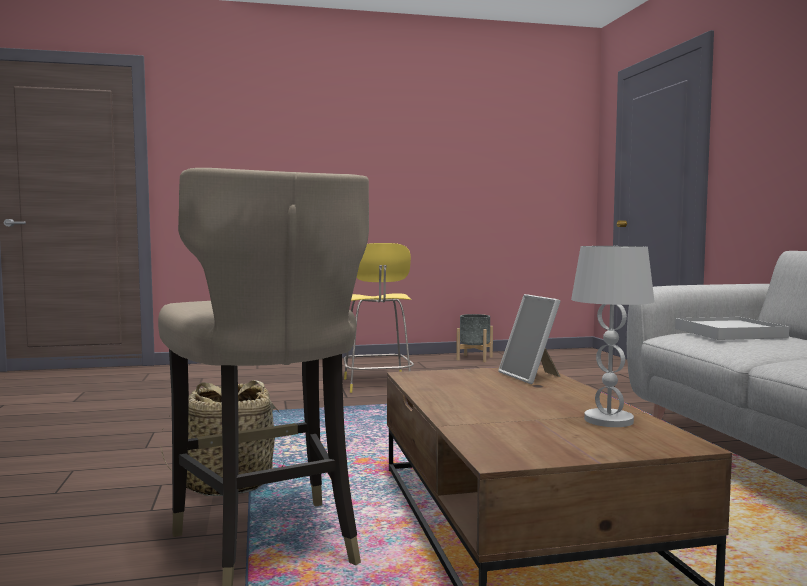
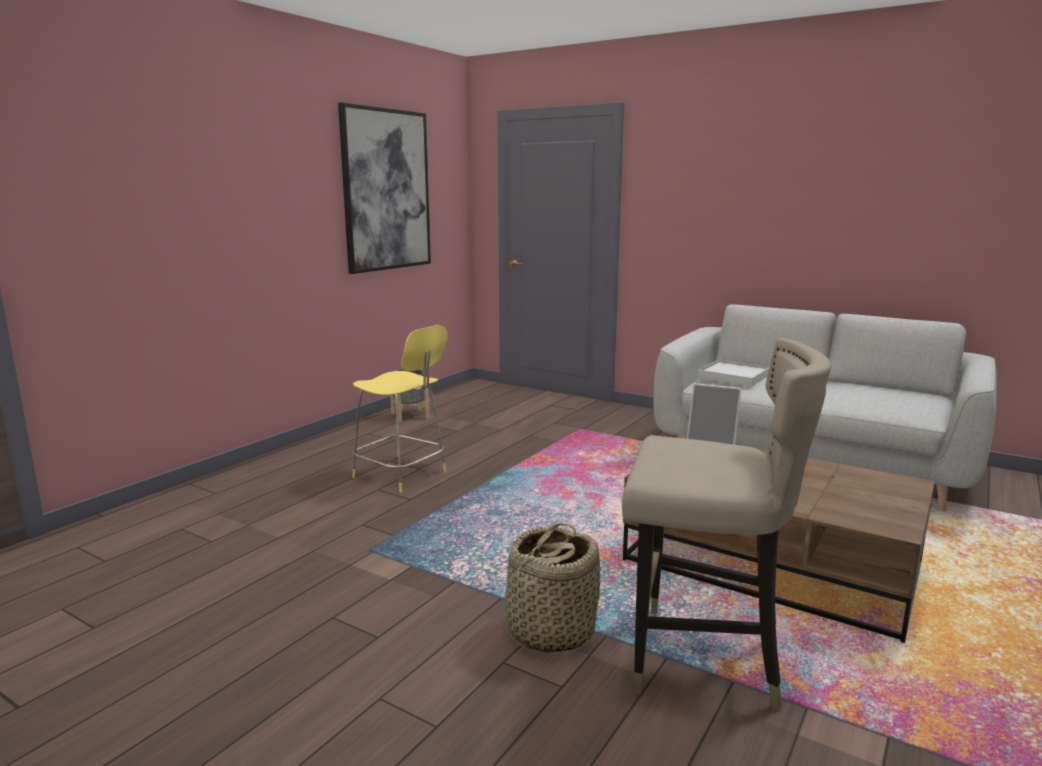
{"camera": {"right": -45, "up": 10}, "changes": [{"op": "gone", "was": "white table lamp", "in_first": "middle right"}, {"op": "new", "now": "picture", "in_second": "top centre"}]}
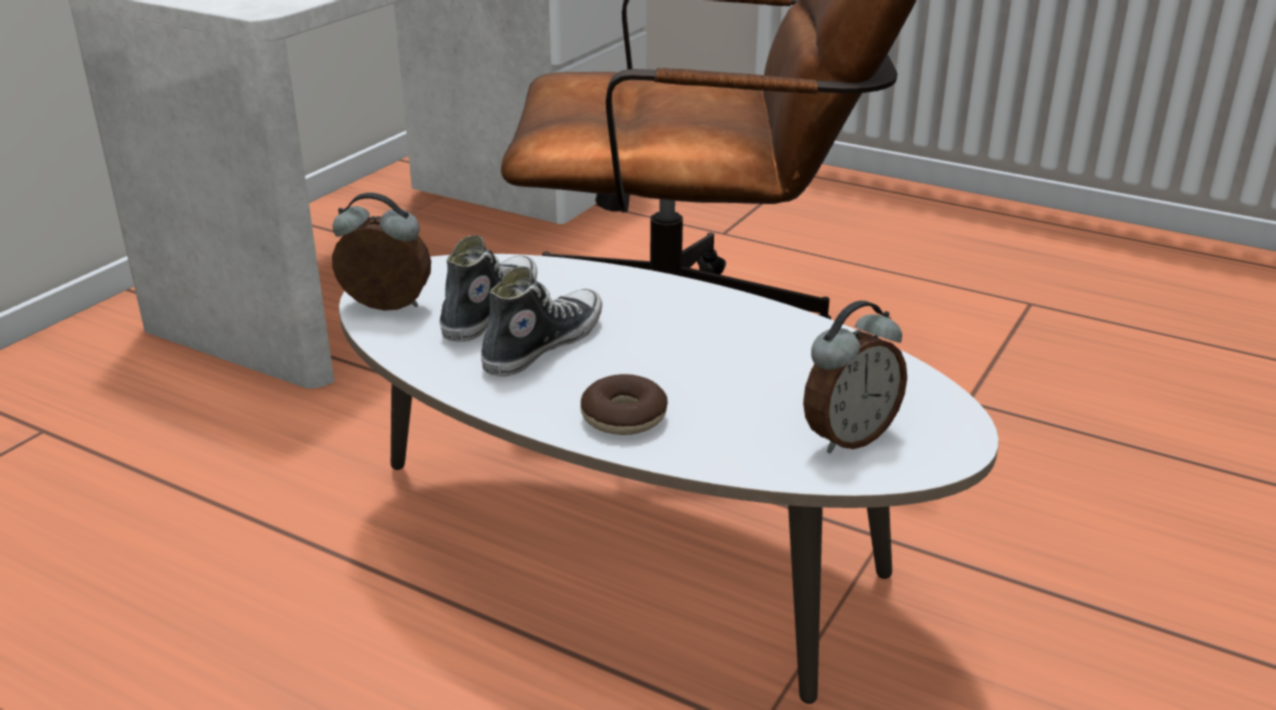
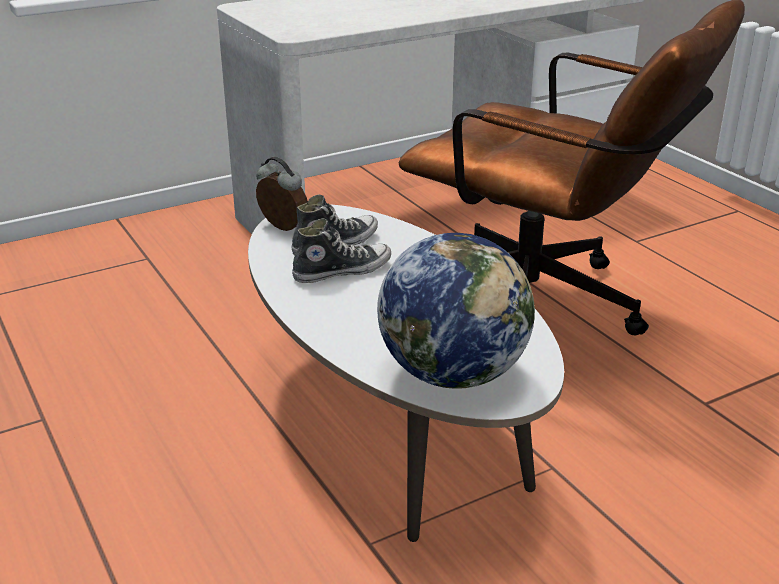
{"camera": {"right": 30, "up": 0}, "changes": [{"op": "gone", "was": "ring doughnut", "in_first": "centre"}, {"op": "swapped", "was": "table clock (no. 2 from left)", "now": "desk globe", "in_first": "middle right", "in_second": "centre"}]}
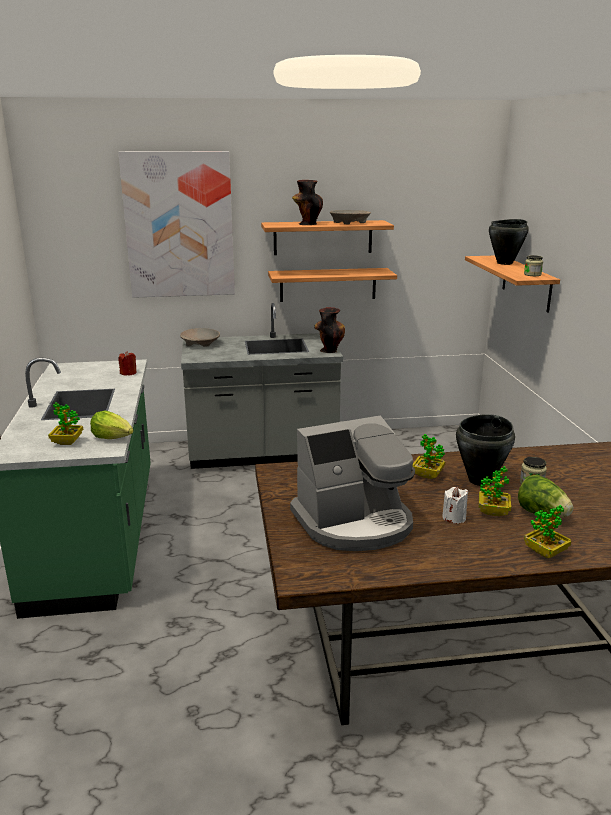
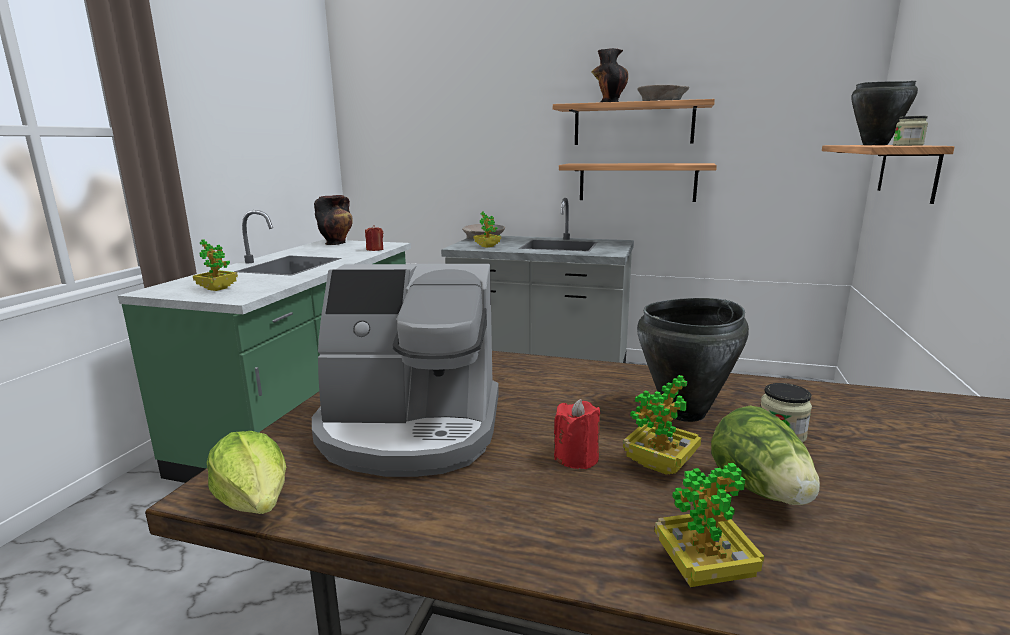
{"camera": {"right": 25, "up": -5}, "changes": [{"op": "gone", "was": "picture", "in_first": "top left"}, {"op": "shifted", "was": "head of lettuce (no. 1 from left)", "in_first": "middle left", "in_second": "bottom left"}, {"op": "shifted", "was": "vase (no. 2 from left in the first image)", "now": "vase (no. 1 from left)", "in_first": "centre", "in_second": "middle left"}, {"op": "shifted", "was": "plant in a pot (no. 2 from left)", "in_first": "middle right", "in_second": "centre"}, {"op": "repainted", "was": "white candle", "now": "reddish candle (no. 2 from left)", "in_first": "middle right", "in_second": "bottom centre"}]}
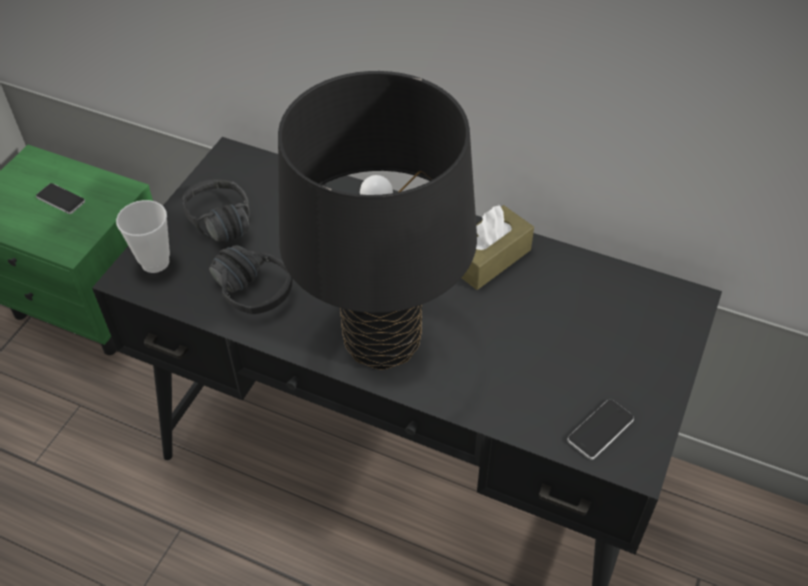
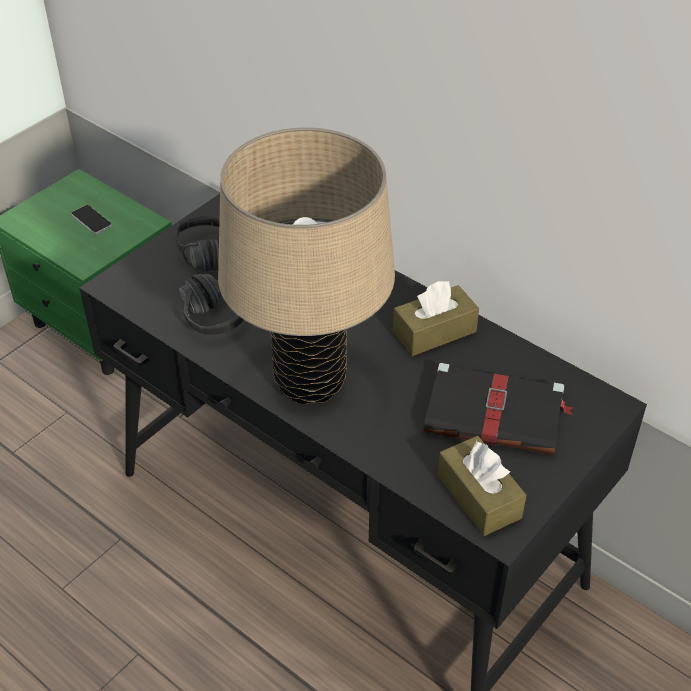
{"camera": {"right": 15, "up": -5}, "changes": [{"op": "gone", "was": "drinking cup", "in_first": "middle left"}, {"op": "new", "now": "black-coloured bound book", "in_second": "middle right"}, {"op": "swapped", "was": "telephone (no. 2 from left)", "now": "brown tissue box (no. 2 from left)", "in_first": "bottom right", "in_second": "bottom right"}, {"op": "repainted", "was": "black-coloured table lamp", "now": "beige table lamp", "in_first": "centre", "in_second": "centre"}]}
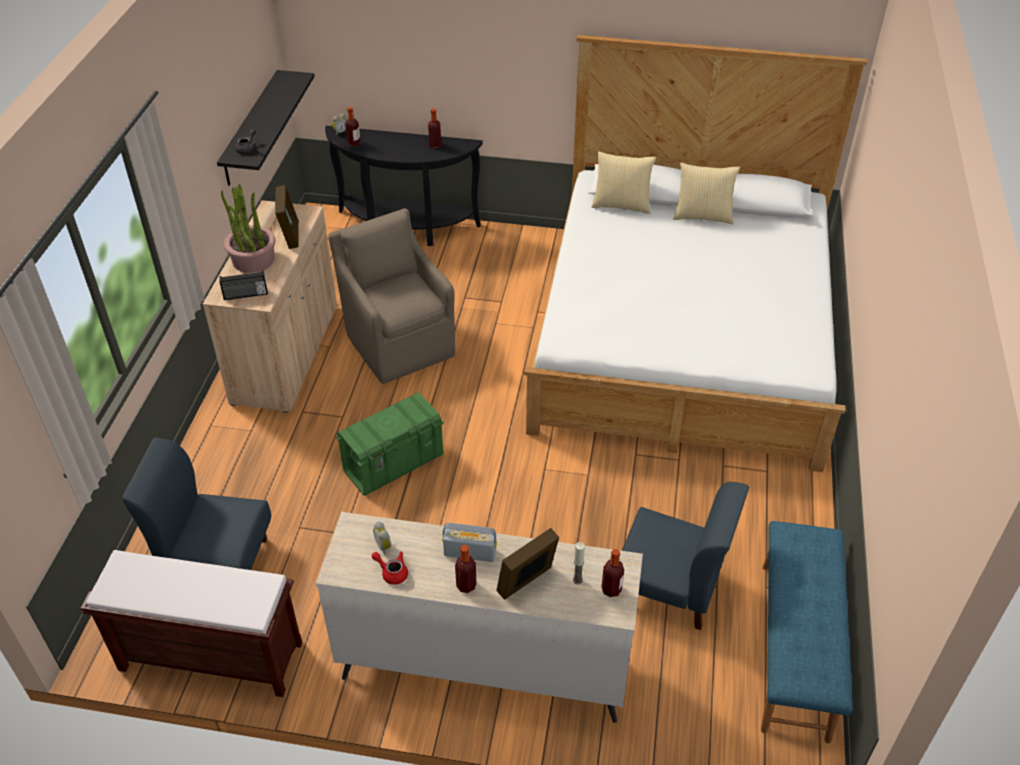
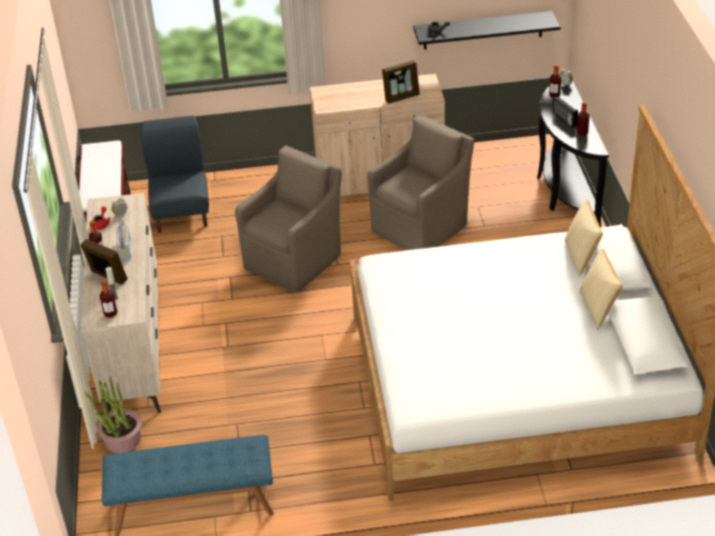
{"camera": {"right": 75, "up": -5}, "changes": [{"op": "gone", "was": "blue-coloured upright chair (no. 2 from left)", "in_first": "bottom right"}, {"op": "shifted", "was": "radio (no. 1 from left in the first image)", "now": "radio (no. 2 from left)", "in_first": "middle left", "in_second": "top right"}, {"op": "shifted", "was": "plant in a pot", "in_first": "top left", "in_second": "bottom left"}, {"op": "swapped", "was": "greenish storage container", "now": "brown armchair (no. 1 from left)", "in_first": "centre", "in_second": "centre"}]}
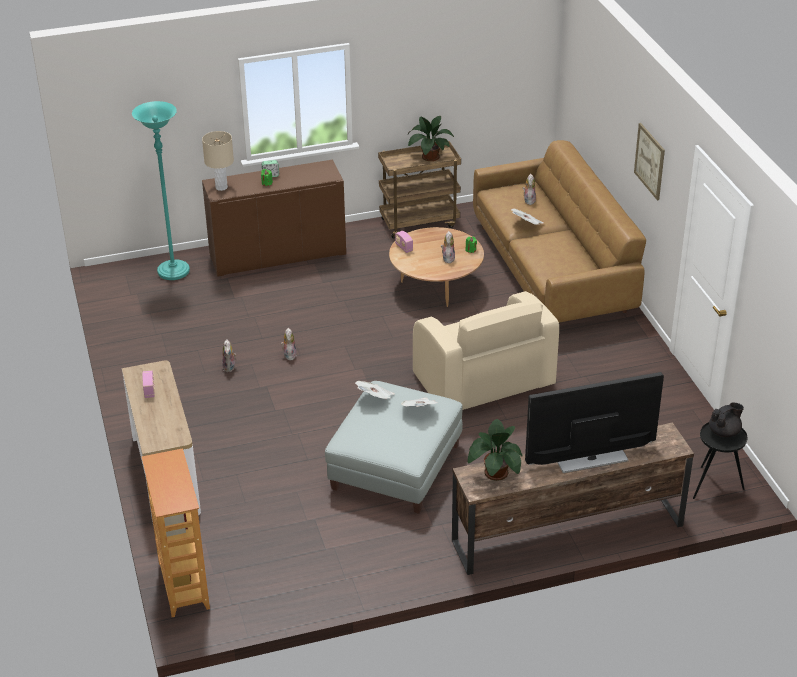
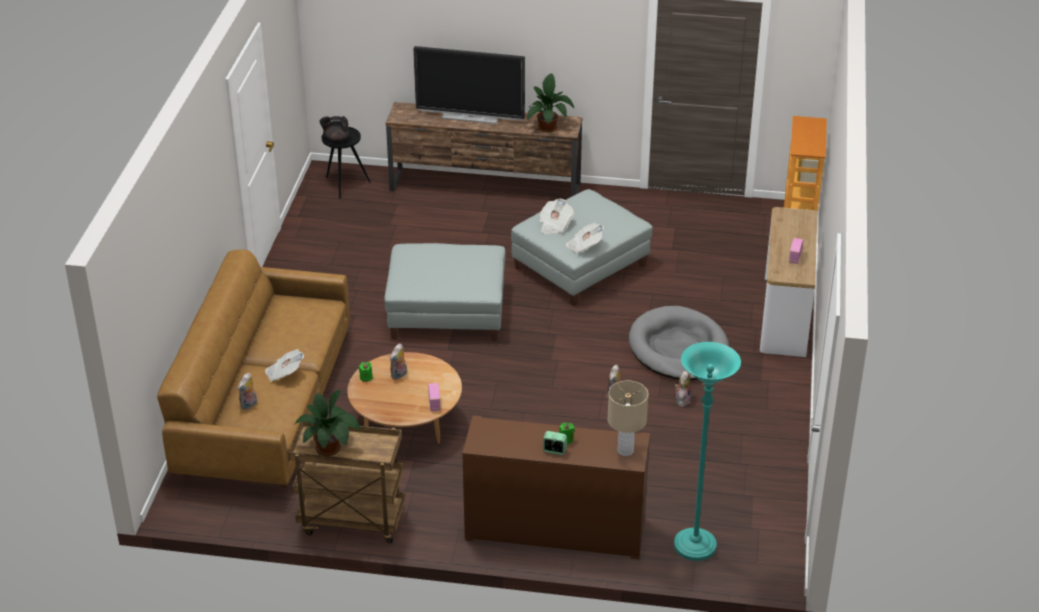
{"camera": {"right": -155, "up": 0}, "changes": [{"op": "gone", "was": "picture", "in_first": "top right"}, {"op": "new", "now": "grey dog cushion", "in_second": "centre"}, {"op": "swapped", "was": "beige armchair", "now": "grey pouffe (no. 1 from left)", "in_first": "centre", "in_second": "centre"}]}
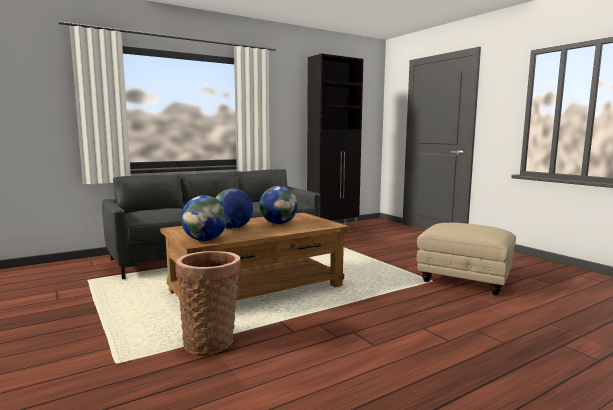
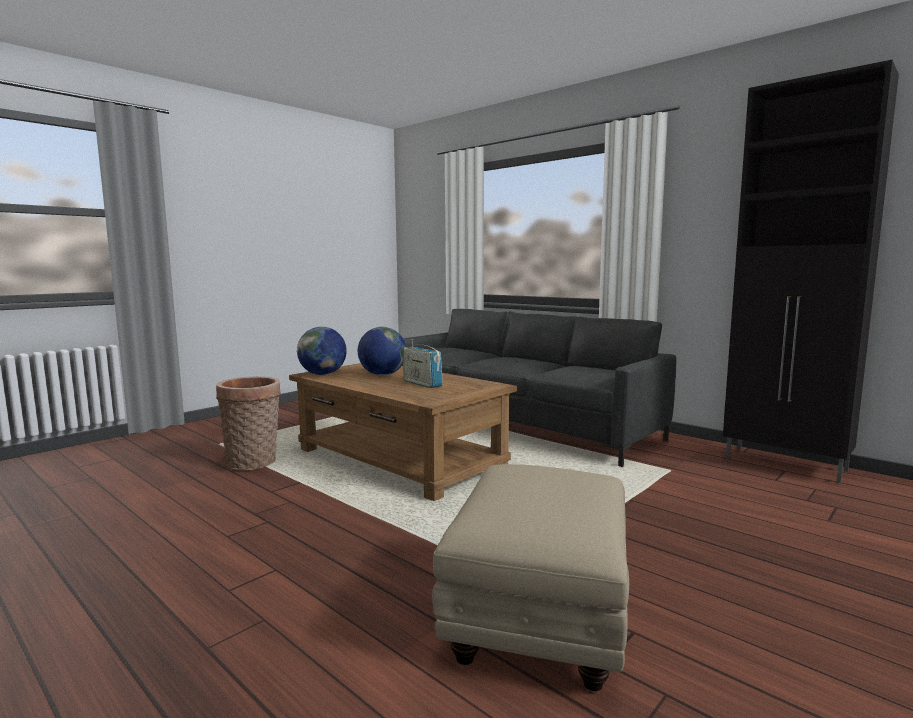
{"camera": {"right": 75, "up": 0}, "changes": [{"op": "swapped", "was": "desk globe (no. 3 from left)", "now": "radio", "in_first": "centre", "in_second": "centre"}]}
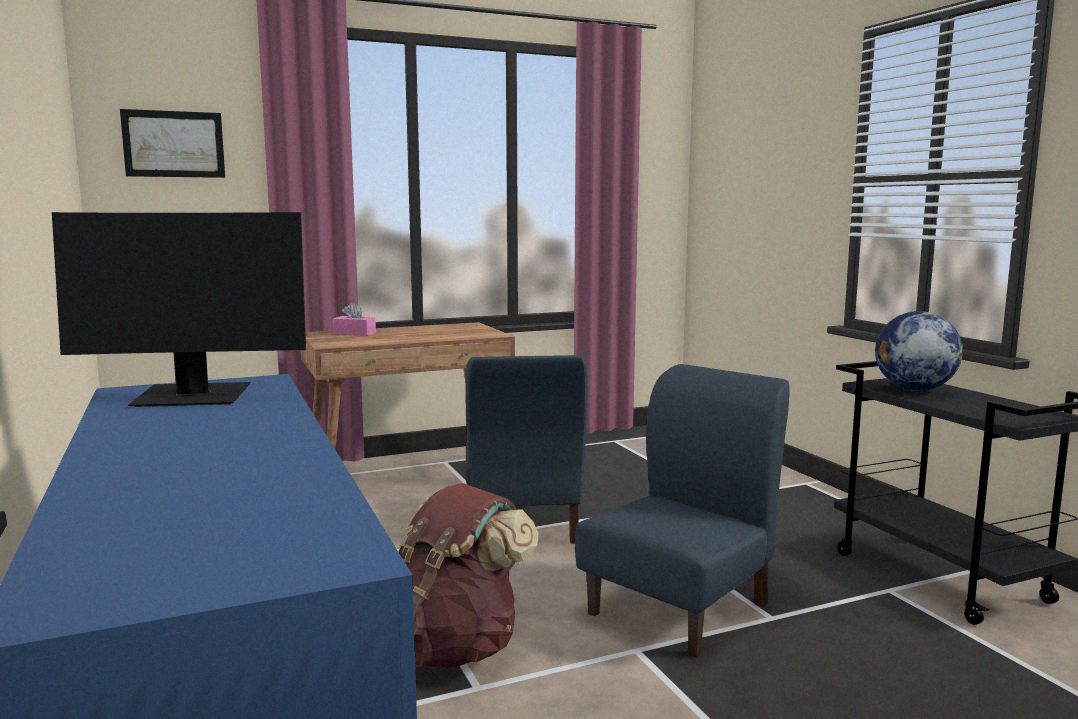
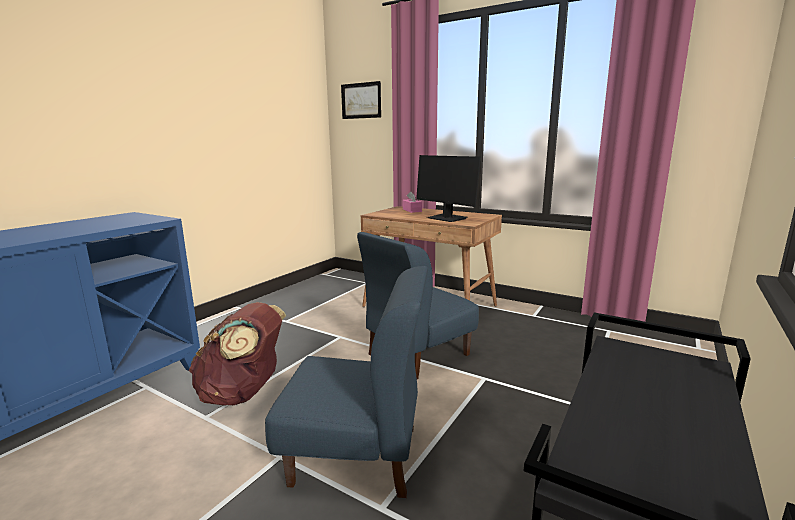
{"camera": {"right": 55, "up": 5}, "changes": [{"op": "gone", "was": "desk globe", "in_first": "middle right"}, {"op": "shifted", "was": "computer display", "in_first": "middle left", "in_second": "centre"}]}
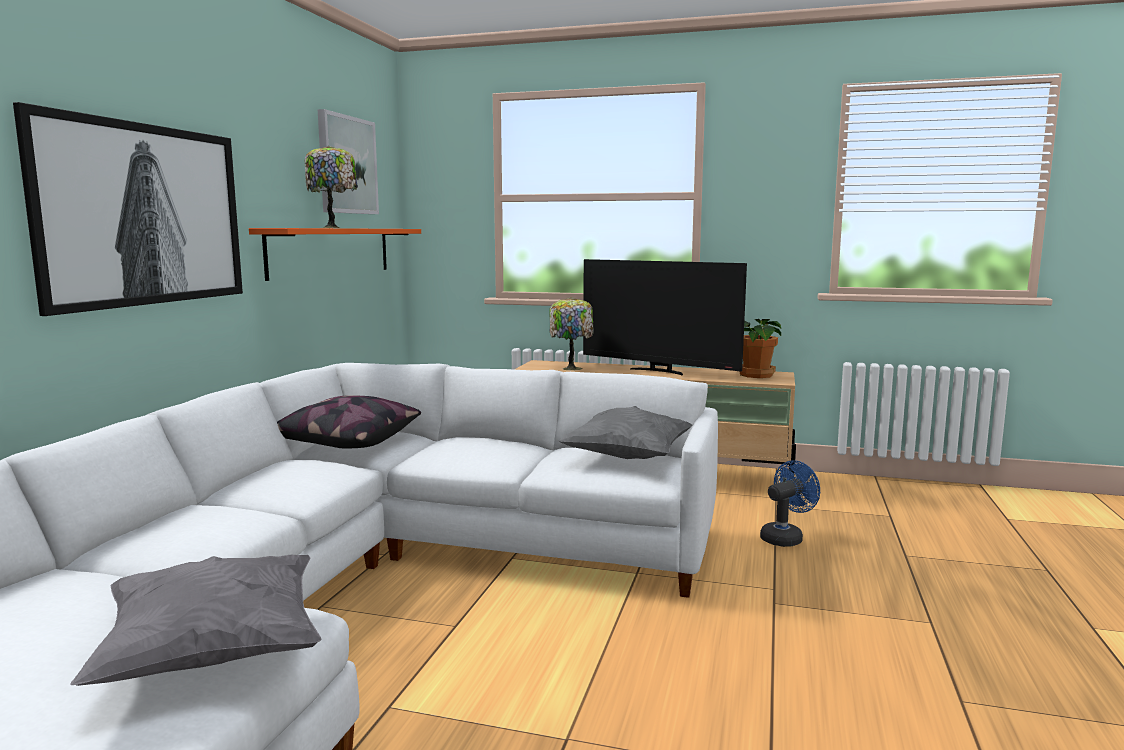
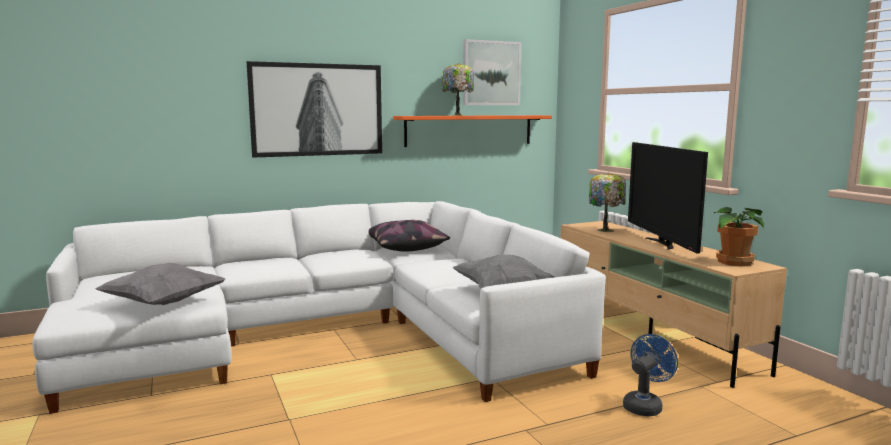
{"camera": {"right": 50, "up": 0}, "changes": [{"op": "rotated", "was": "blue-coloured fan", "in_first": "bottom right", "in_second": "bottom right", "clockwise": -60}]}
